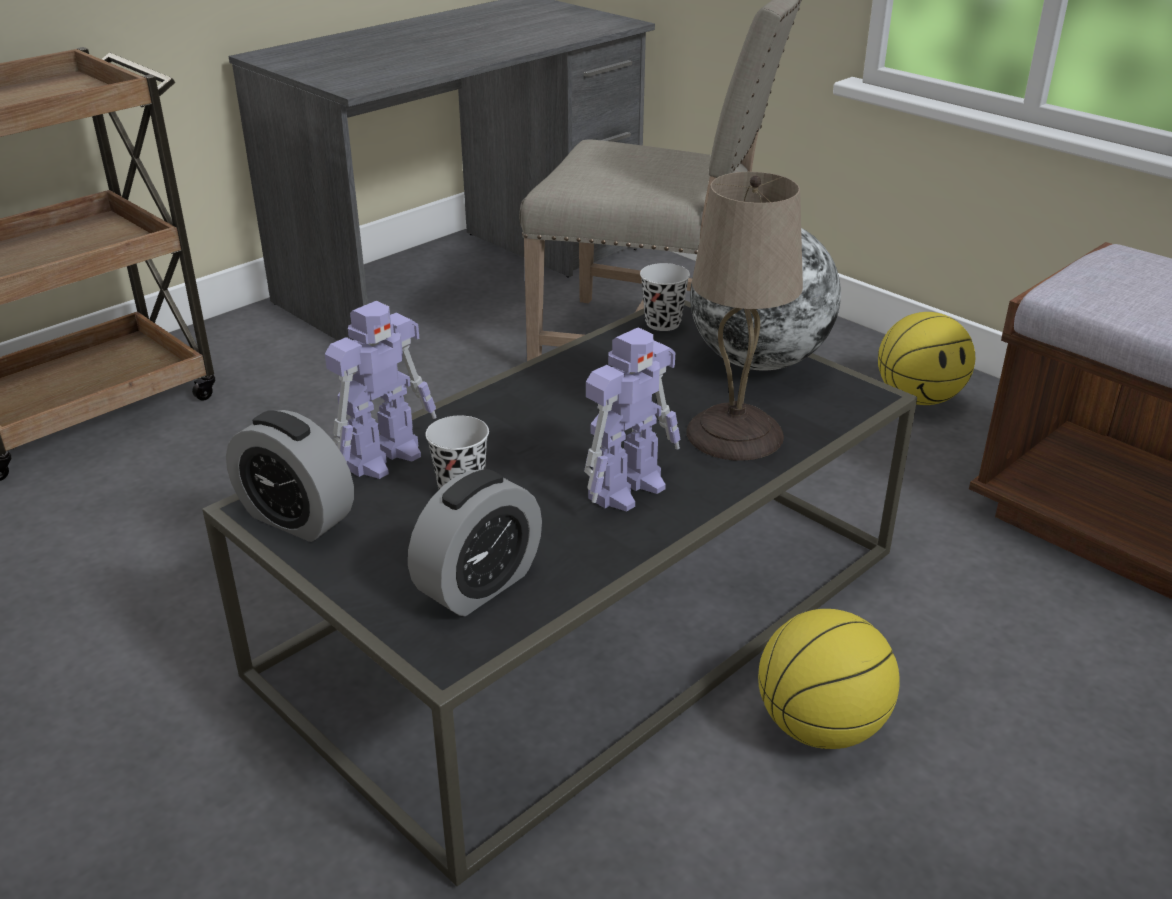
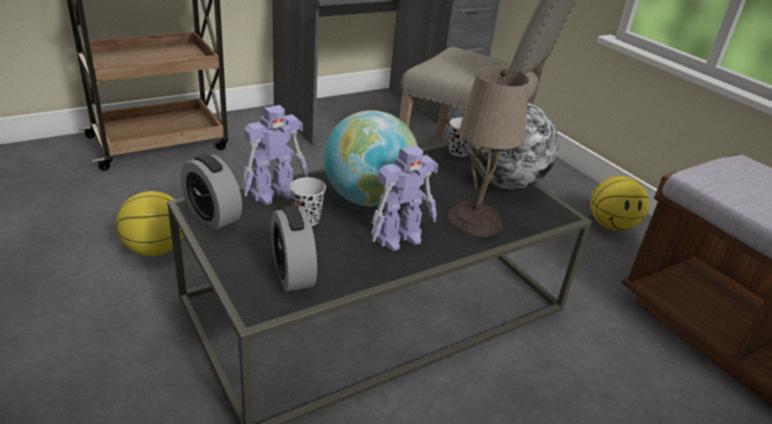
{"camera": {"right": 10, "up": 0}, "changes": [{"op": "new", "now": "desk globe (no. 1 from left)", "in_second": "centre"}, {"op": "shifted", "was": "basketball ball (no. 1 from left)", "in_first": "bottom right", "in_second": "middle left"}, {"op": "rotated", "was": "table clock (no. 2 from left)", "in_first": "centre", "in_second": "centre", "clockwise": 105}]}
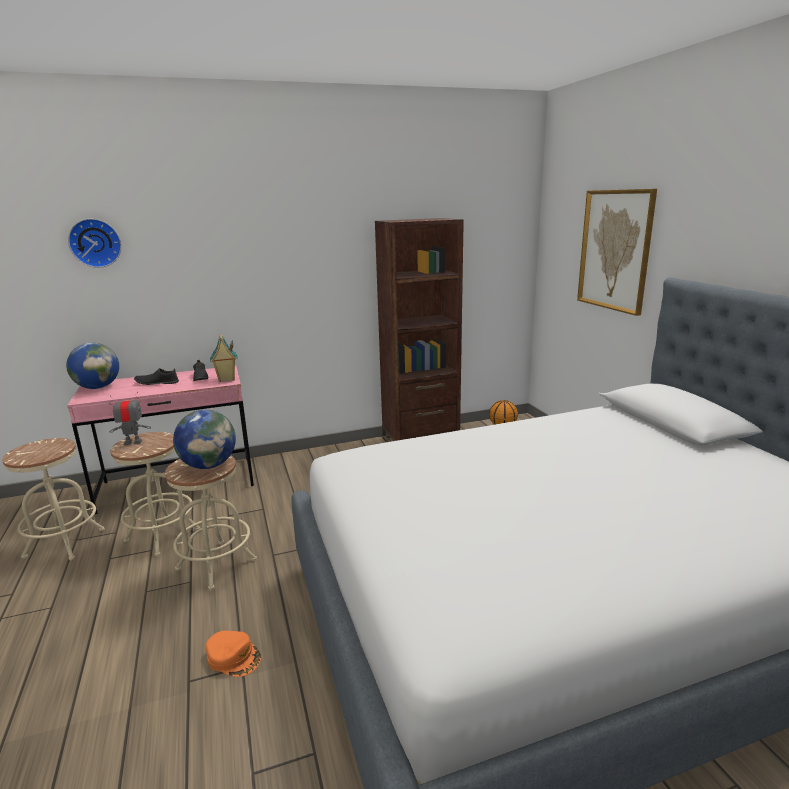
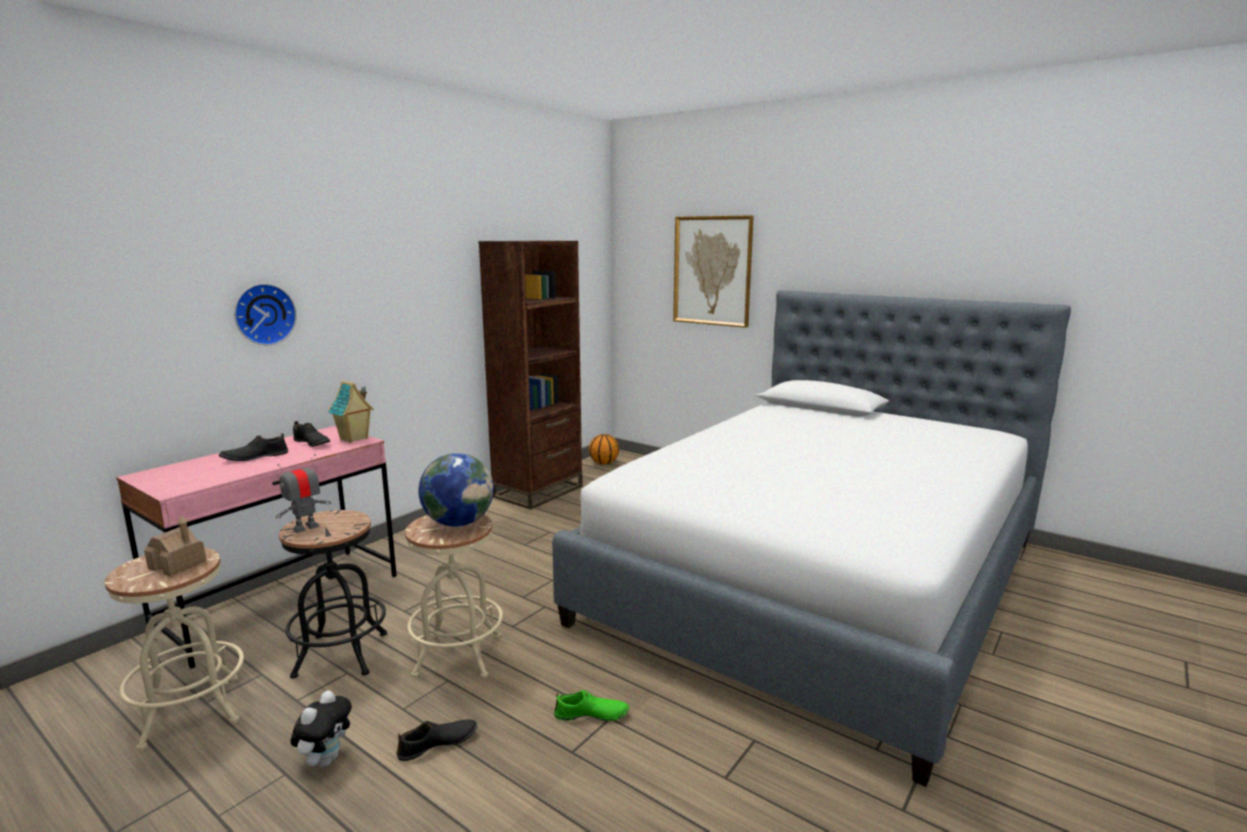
{"camera": {"right": -35, "up": -5}, "changes": [{"op": "gone", "was": "desk globe (no. 1 from left)", "in_first": "middle left"}, {"op": "new", "now": "model house (no. 1 from left)", "in_second": "middle left"}, {"op": "new", "now": "cuddly toy", "in_second": "bottom left"}, {"op": "new", "now": "black-coloured shoe (no. 3 from left)", "in_second": "bottom centre"}, {"op": "shifted", "was": "wall clock", "in_first": "top left", "in_second": "middle left"}, {"op": "swapped", "was": "orangey peaked cap", "now": "greenish shoe", "in_first": "bottom left", "in_second": "bottom centre"}, {"op": "repainted", "was": "beige stool seat (no. 2 from left)", "now": "black-coloured stool seat", "in_first": "middle left", "in_second": "bottom left"}]}
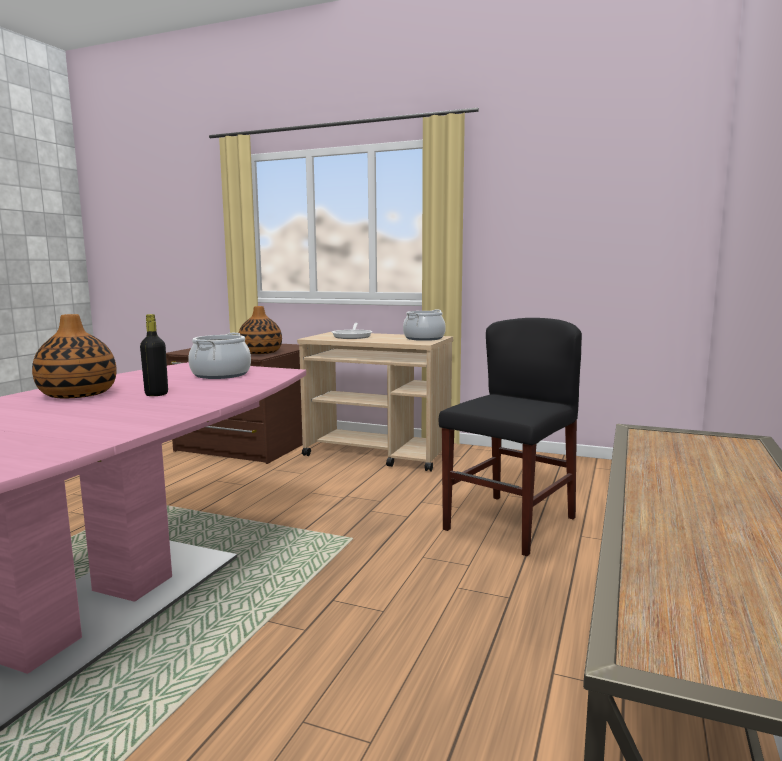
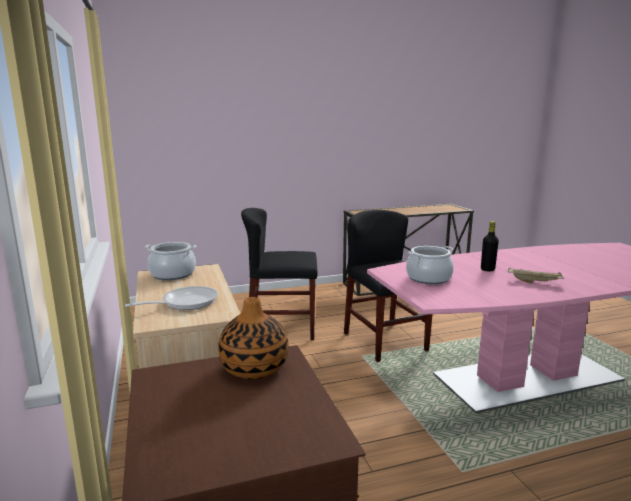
{"camera": {"right": -130, "up": 5}, "changes": [{"op": "new", "now": "black-coloured upright chair (no. 2 from left)", "in_second": "centre"}, {"op": "swapped", "was": "vase (no. 1 from left)", "now": "beige tray", "in_first": "middle left", "in_second": "middle right"}]}
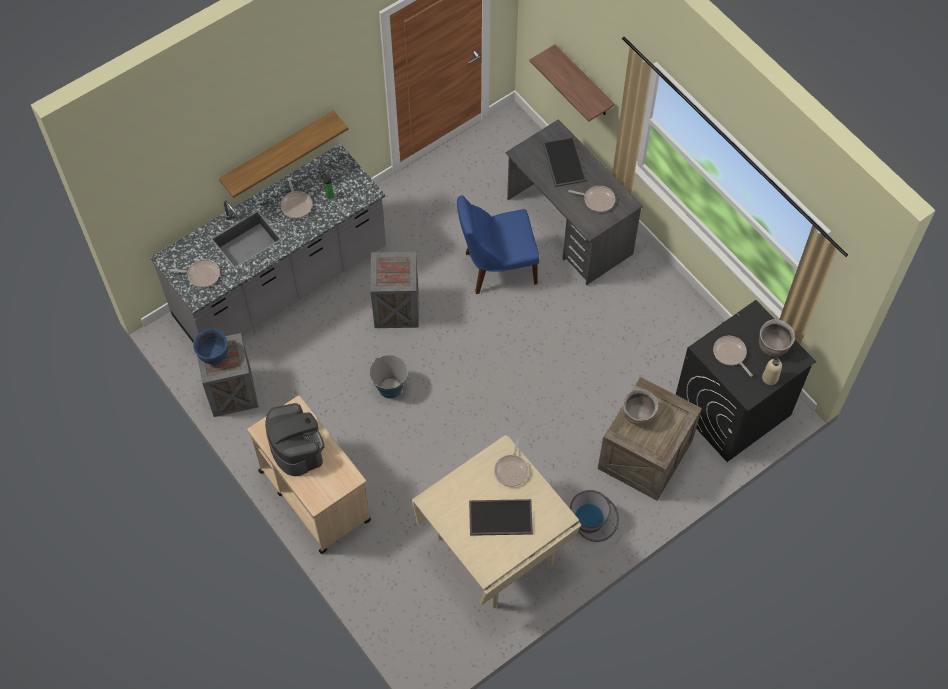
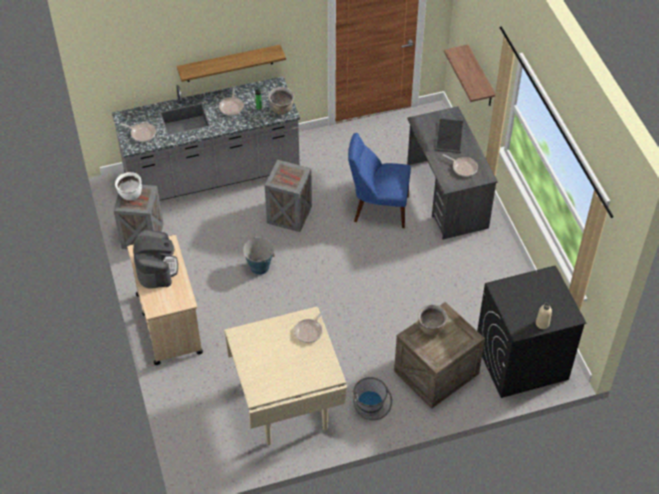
{"camera": {"right": 20, "up": -10}, "changes": [{"op": "gone", "was": "tray (no. 1 from left)", "in_first": "bottom centre"}, {"op": "gone", "was": "skillet (no. 5 from left)", "in_first": "middle right"}, {"op": "shifted", "was": "brown stockpot (no. 2 from left in the first image)", "now": "brown stockpot (no. 1 from left)", "in_first": "middle right", "in_second": "top centre"}, {"op": "repainted", "was": "blue-coloured stockpot", "now": "white stockpot", "in_first": "middle left", "in_second": "middle left"}]}
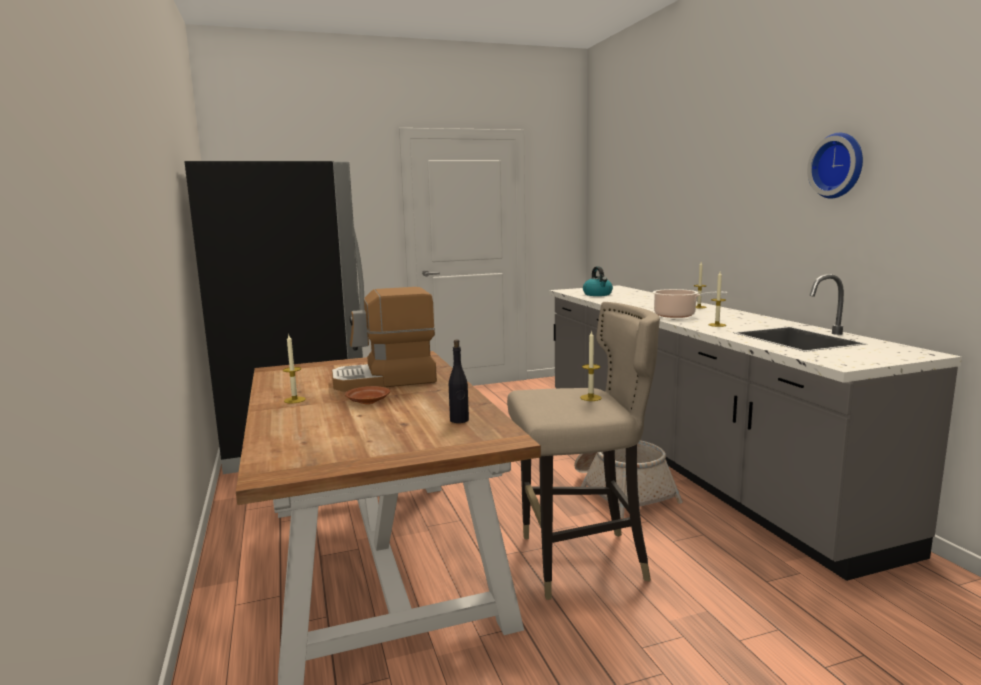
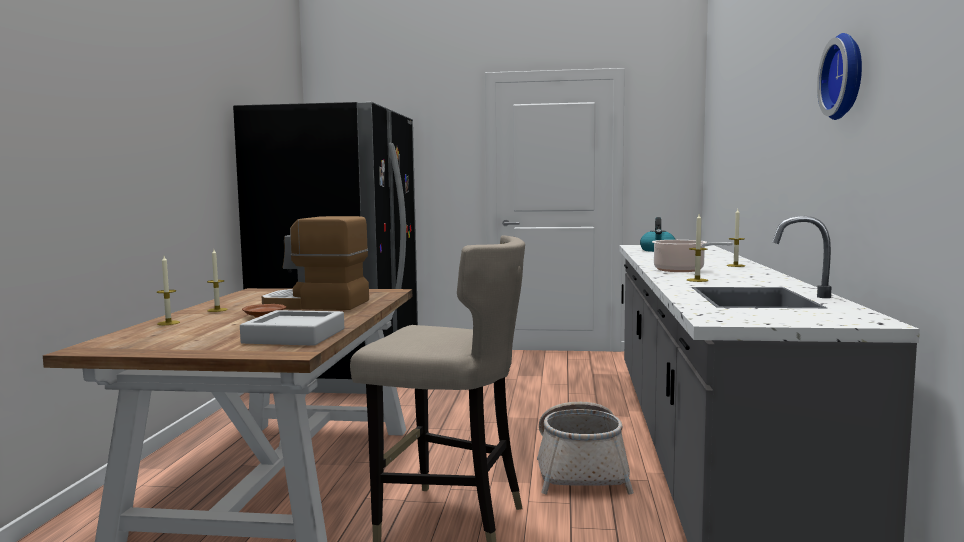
{"camera": {"right": 25, "up": -5}, "changes": [{"op": "shifted", "was": "candle (no. 2 from left in the first image)", "now": "candle (no. 1 from left)", "in_first": "centre", "in_second": "middle left"}, {"op": "swapped", "was": "black-coloured beverage bottle", "now": "grey tray", "in_first": "centre", "in_second": "middle left"}]}
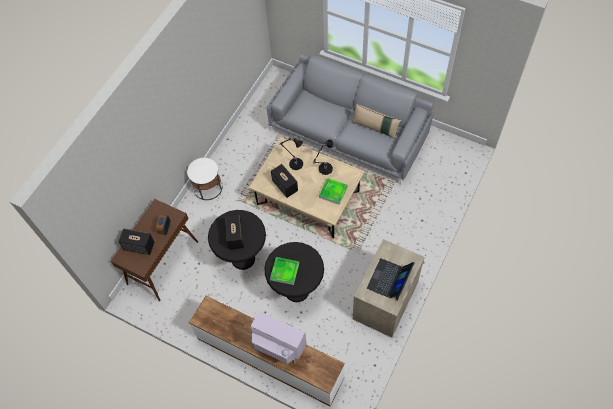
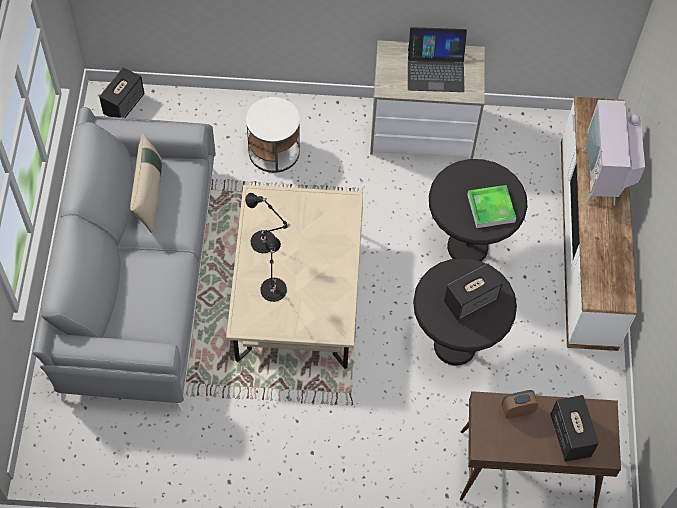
{"camera": {"right": -120, "up": 0}, "changes": [{"op": "gone", "was": "tray (no. 2 from left)", "in_first": "centre"}, {"op": "shifted", "was": "white accent table", "in_first": "centre", "in_second": "top centre"}, {"op": "shifted", "was": "loudspeaker (no. 3 from left in the first image)", "now": "loudspeaker (no. 1 from left)", "in_first": "centre", "in_second": "top left"}]}
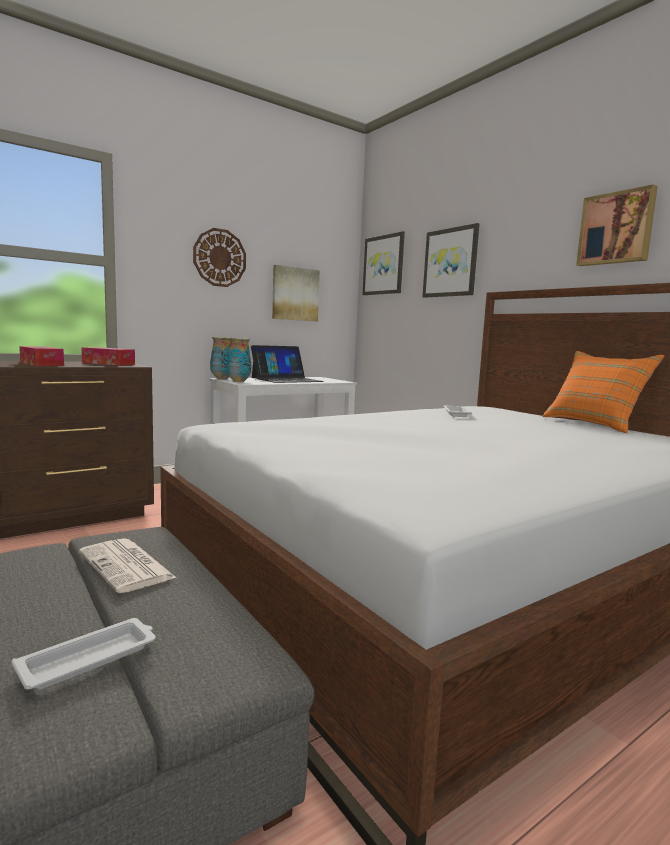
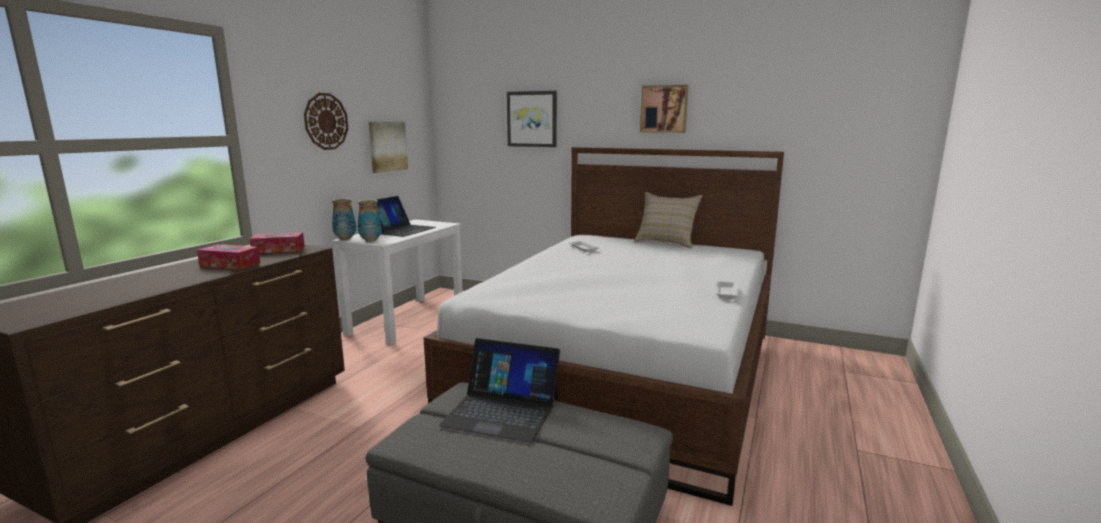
{"camera": {"right": -30, "up": 5}, "changes": [{"op": "gone", "was": "picture (no. 2 from left)", "in_first": "top centre"}, {"op": "shifted", "was": "white tray (no. 1 from left in the first image)", "now": "white tray (no. 2 from left)", "in_first": "bottom left", "in_second": "centre"}, {"op": "swapped", "was": "printed paper", "now": "laptop (no. 2 from left)", "in_first": "bottom left", "in_second": "bottom centre"}, {"op": "repainted", "was": "orangey throw pillow", "now": "beige throw pillow", "in_first": "middle right", "in_second": "centre"}]}
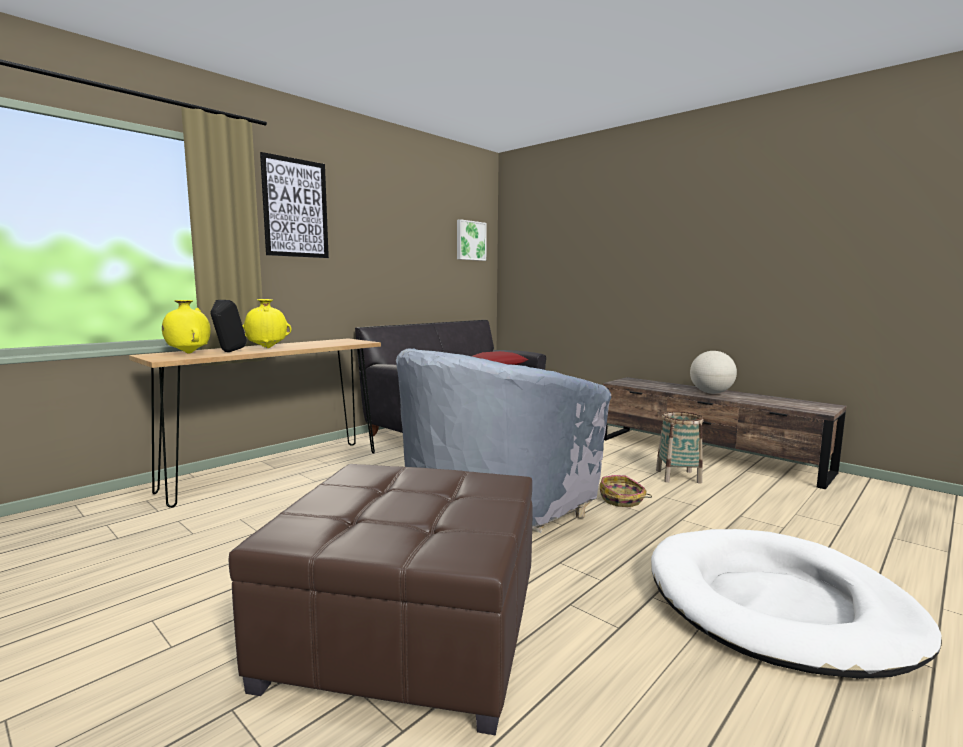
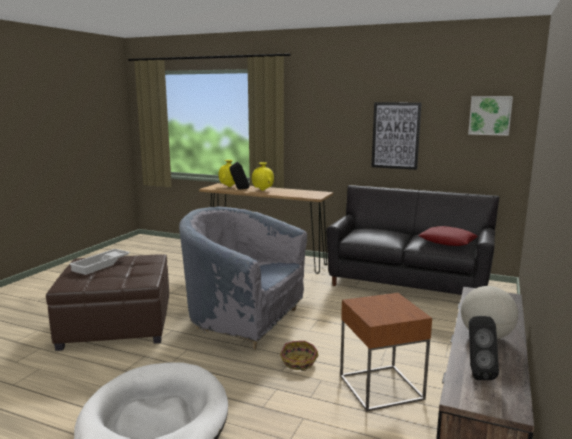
{"camera": {"right": 70, "up": 5}, "changes": [{"op": "new", "now": "white tray", "in_second": "middle left"}, {"op": "new", "now": "black-coloured loudspeaker (no. 2 from left)", "in_second": "bottom right"}, {"op": "shifted", "was": "picture (no. 1 from left)", "in_first": "top left", "in_second": "top right"}, {"op": "swapped", "was": "household basket (no. 2 from left)", "now": "brown accent table", "in_first": "middle right", "in_second": "bottom right"}]}
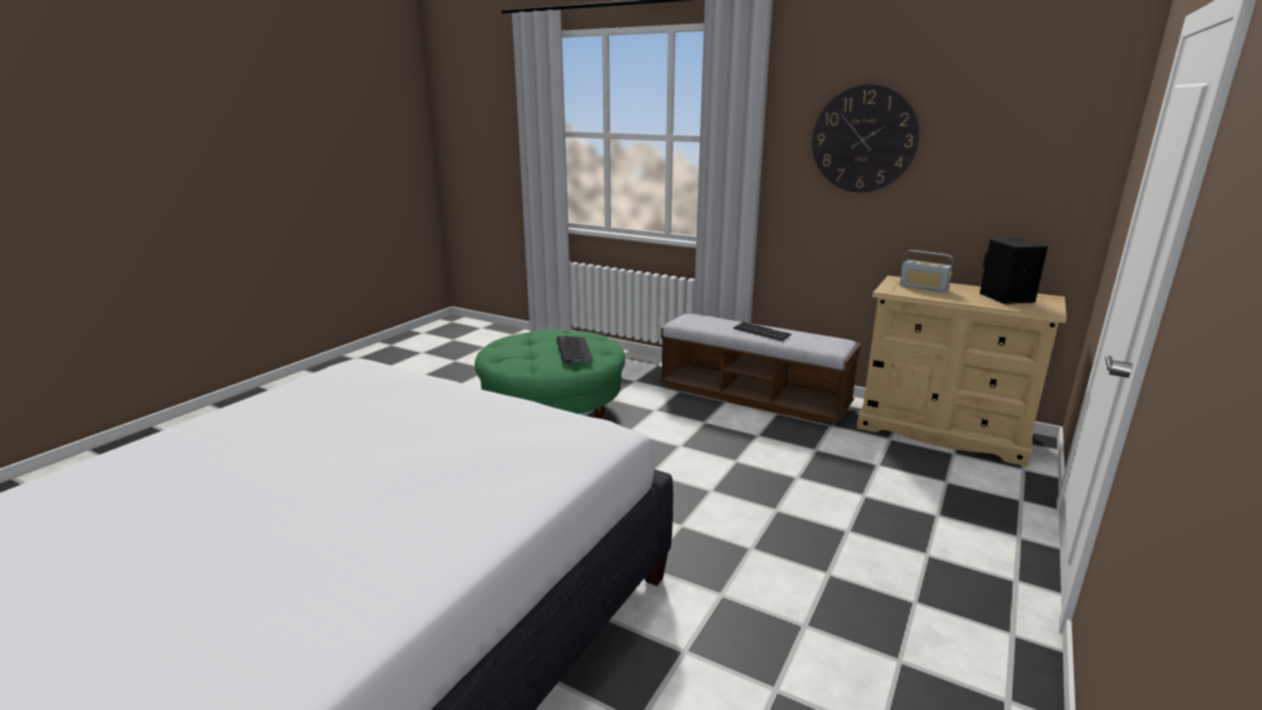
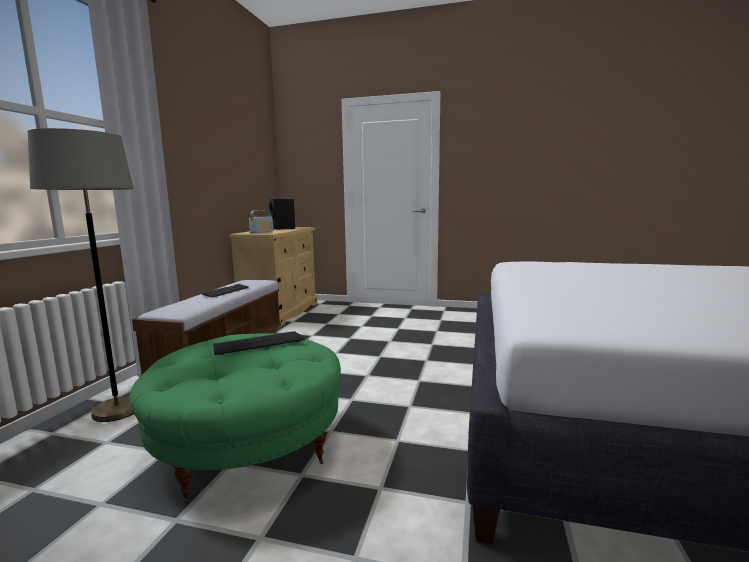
{"camera": {"right": -105, "up": -10}, "changes": [{"op": "gone", "was": "wall clock", "in_first": "top right"}, {"op": "new", "now": "grey floor lamp", "in_second": "middle left"}]}
